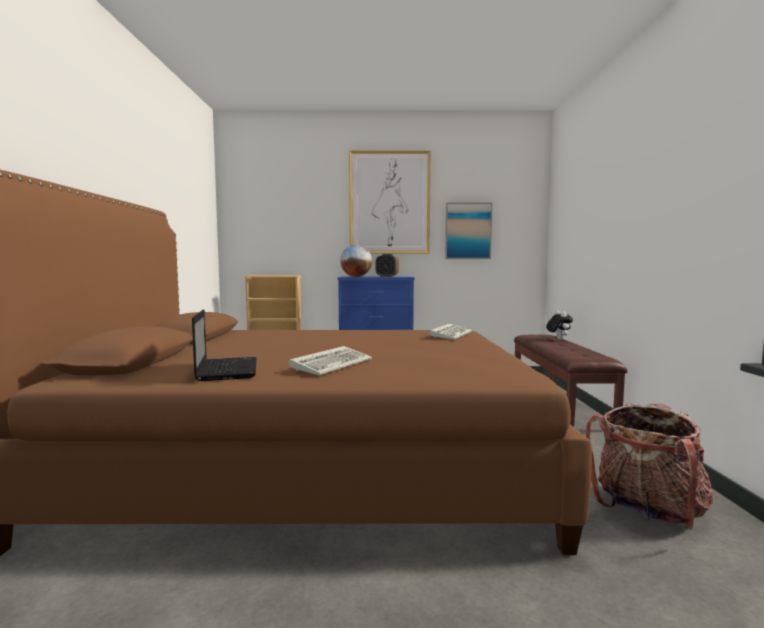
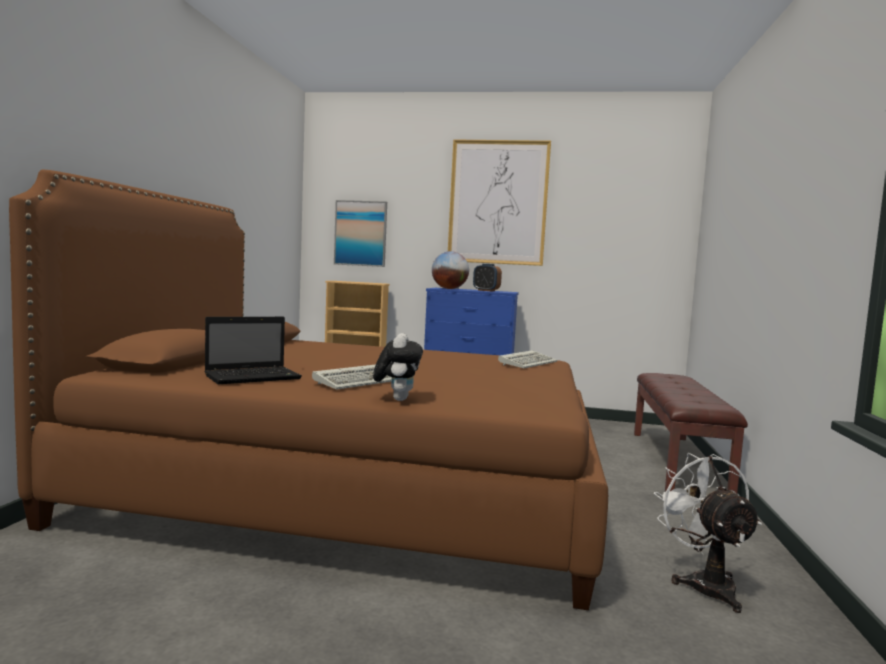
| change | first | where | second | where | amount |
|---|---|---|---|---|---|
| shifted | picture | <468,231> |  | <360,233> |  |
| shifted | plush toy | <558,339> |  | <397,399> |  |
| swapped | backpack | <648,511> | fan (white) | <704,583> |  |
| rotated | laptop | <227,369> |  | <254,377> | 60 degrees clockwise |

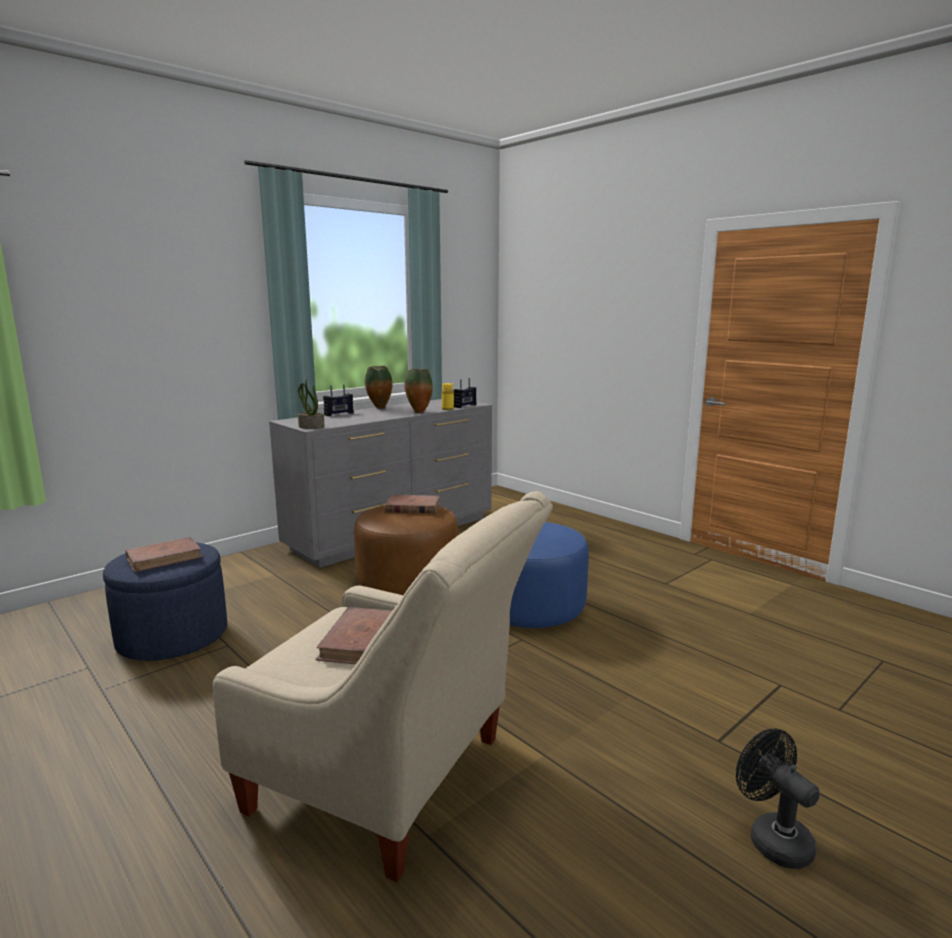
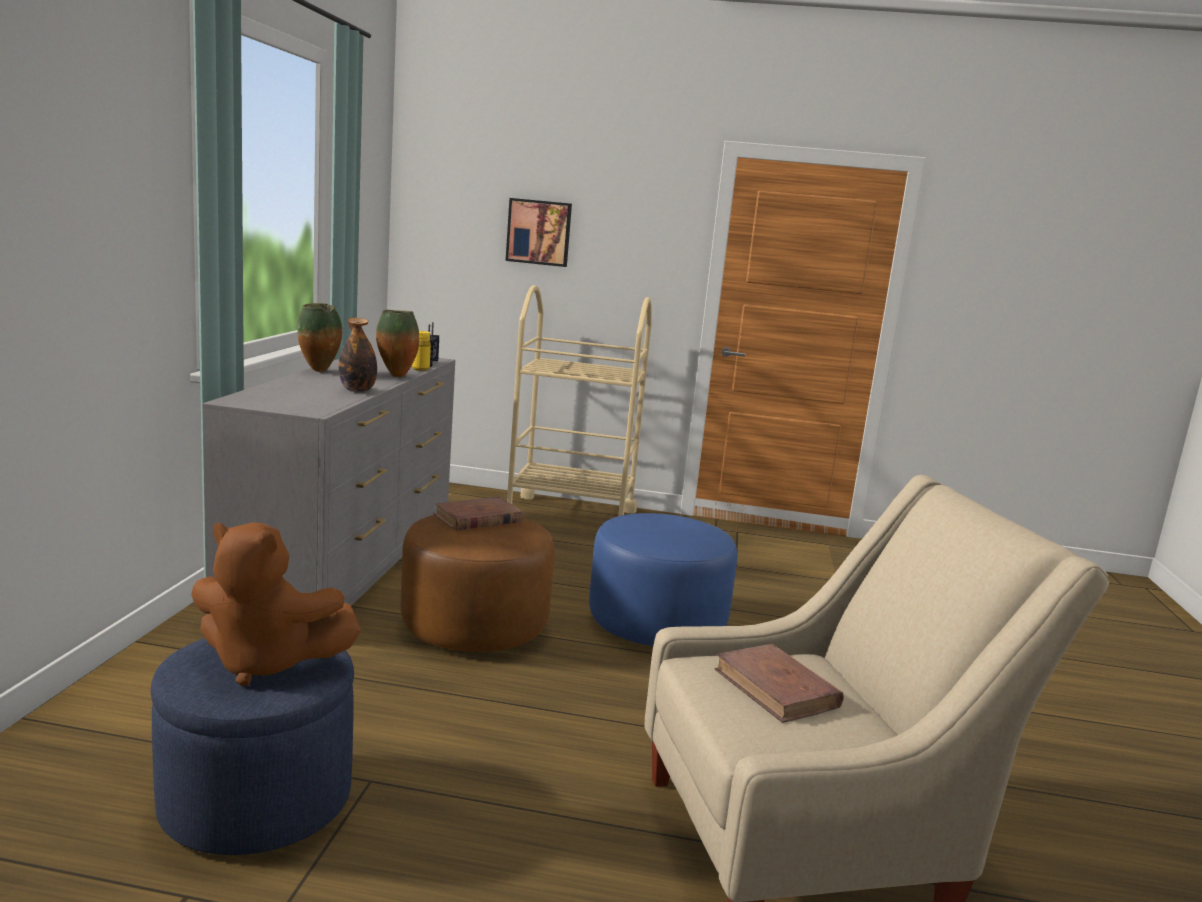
| change | first | where | second | where | amount |
|---|---|---|---|---|---|
| gone | potted plant | <311,427> |  |  |  |
| gone | radio | <339,414> |  |  |  |
| gone | fan (black) | <772,838> |  |  |  |
| new |  |  | bottle | <357,390> |  |
| new |  |  | picture | <539,232> |  |
| new |  |  | cart (beige) | <570,516> |  |
| swapped | book (brown) | <165,558> | plush toy (brown) | <266,663> |  |

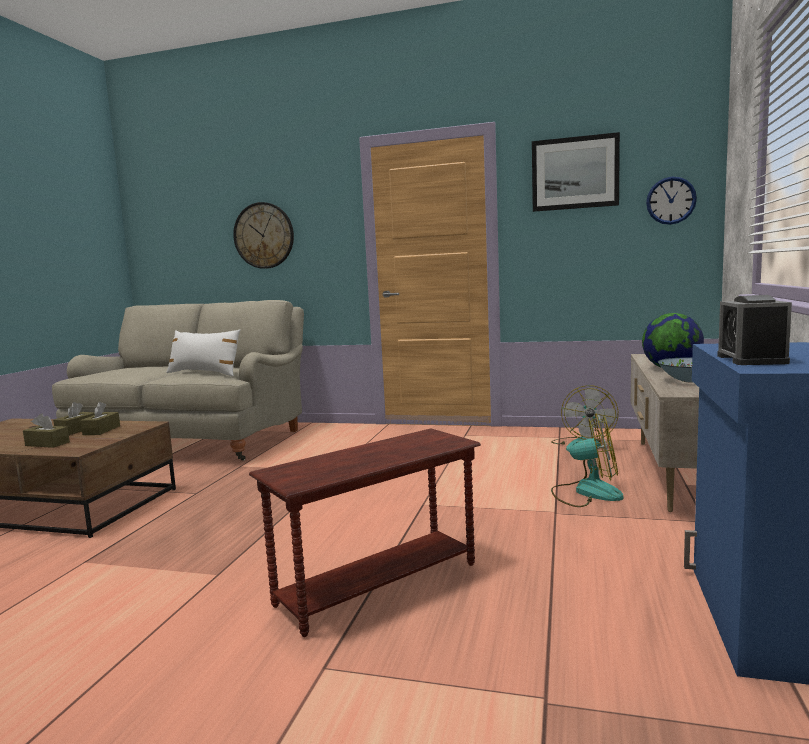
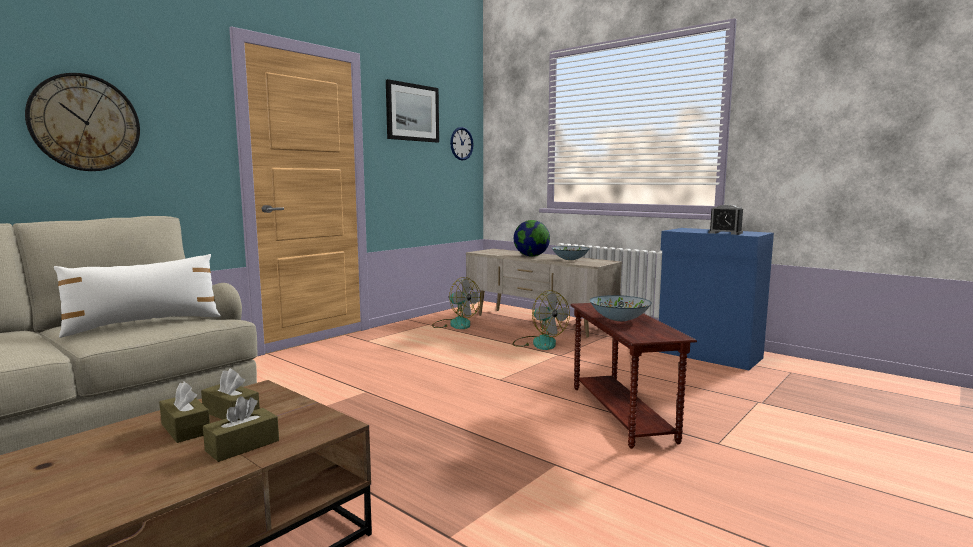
| change | first | where | second | where | amount |
|---|---|---|---|---|---|
| new |  |  | bowl | <619,319> |  |
| rotated | fan | <586,492> |  | <539,343> | 105 degrees clockwise |

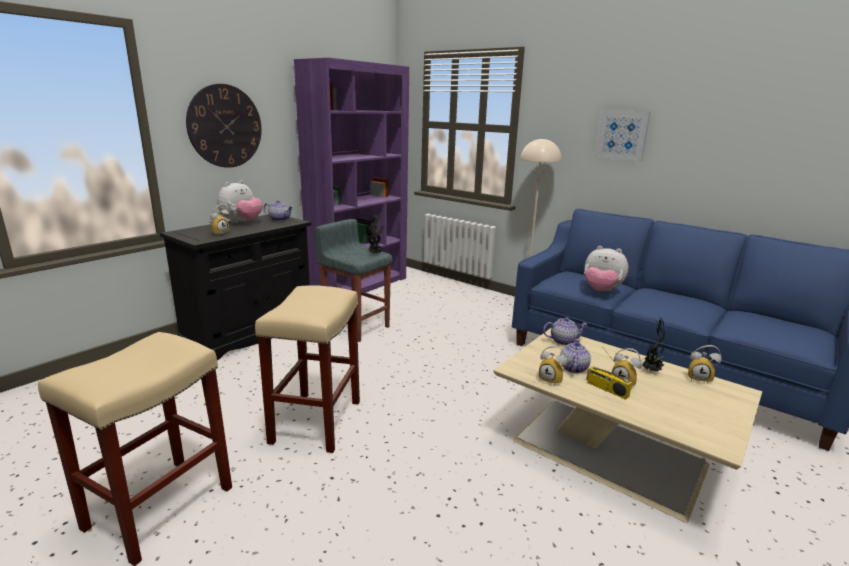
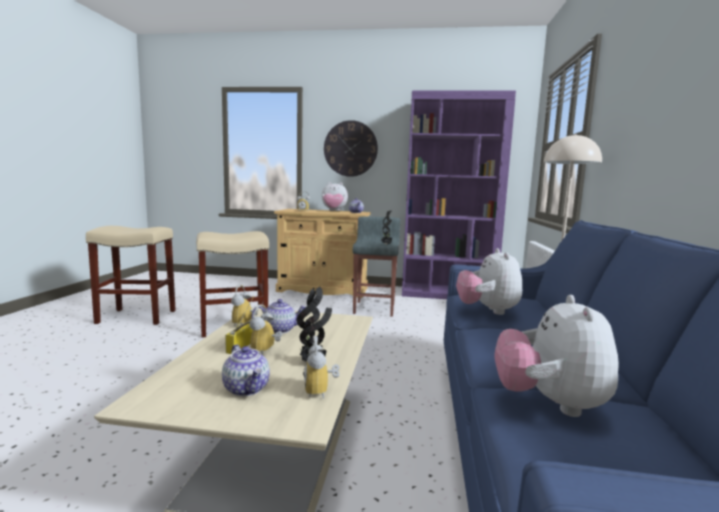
| change | first | where | second | where | amount |
|---|---|---|---|---|---|
| gone | picture | <622,135> |  |  |  |
| new |  |  | plush toy | <549,404> |  |
| shifted | teapot | <563,341> |  | <247,389> |  |
| repainted | cabinet (black) | <250,332> | cabinet (beige) | <323,289> |  |

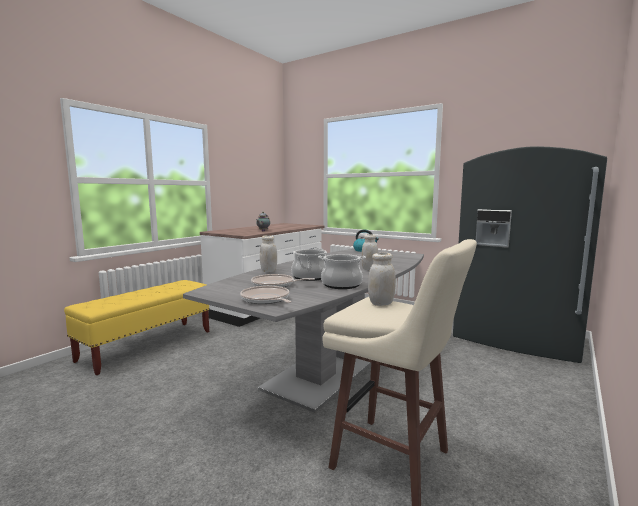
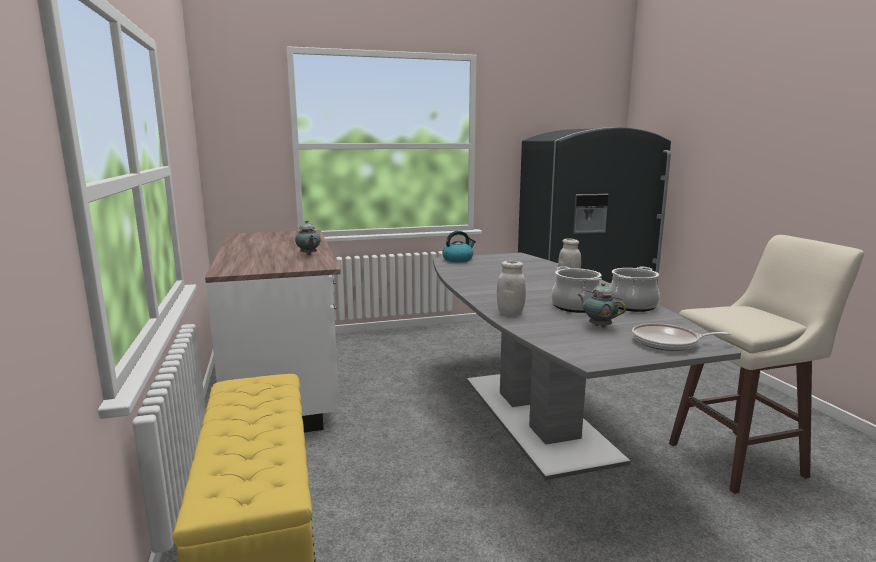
| change | first | where | second | where | amount |
|---|---|---|---|---|---|
| gone | jar (white) | <381,303> |  |  |  |
| swapped | frying pan | <275,285> | teapot | <598,326> |  |

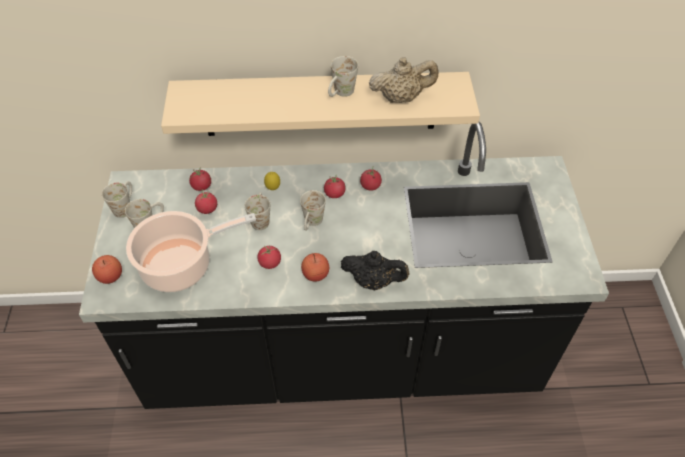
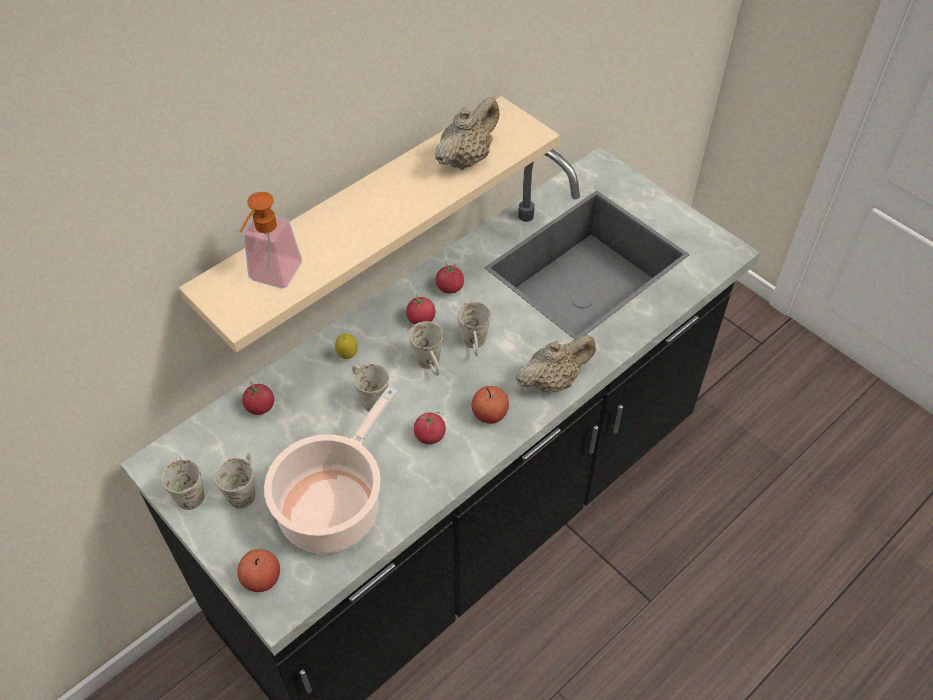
| change | first | where | second | where | amount |
|---|---|---|---|---|---|
| gone | tomato | <207,209> |  |  |  |
| new |  |  | soap dispenser | <271,278> |  |
| shifted | mug (white) | <340,94> |  | <474,345> |  |
| repainted | teapot (black) | <373,281> | teapot (beige) | <553,381> |  |

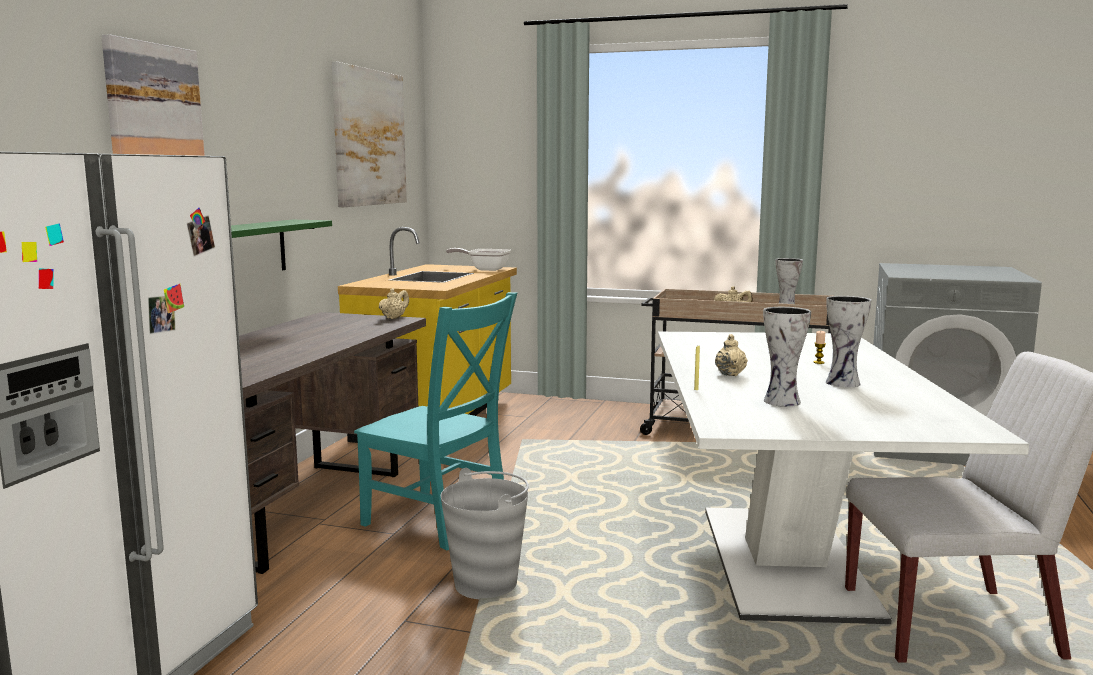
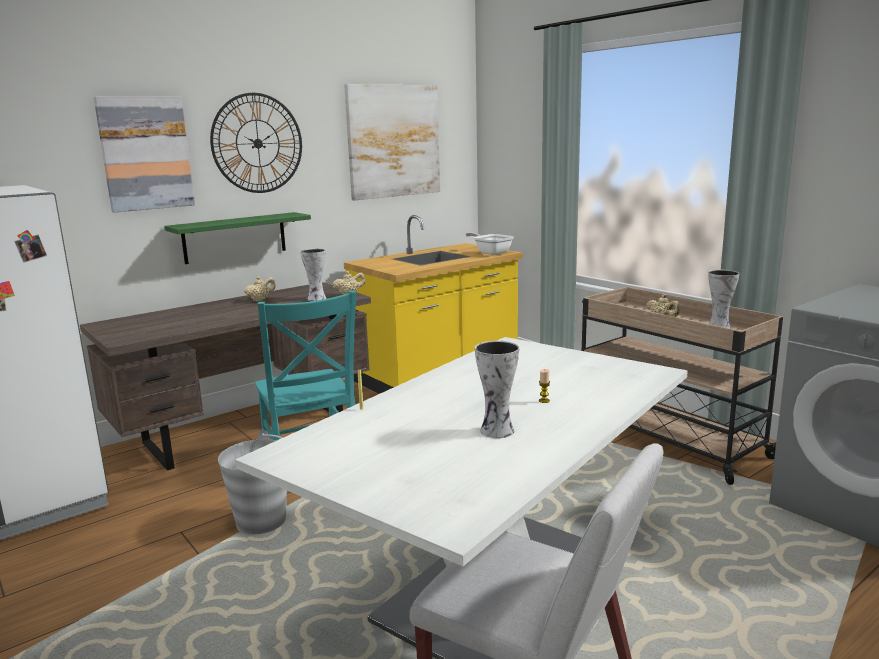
| change | first | where | second | where | amount |
|---|---|---|---|---|---|
| new |  |  | wall clock | <257,143> |  |
| shifted | teapot (beige) | <730,374> |  | <261,300> |  |
| shifted | vase | <782,402> |  | <316,299> |  |

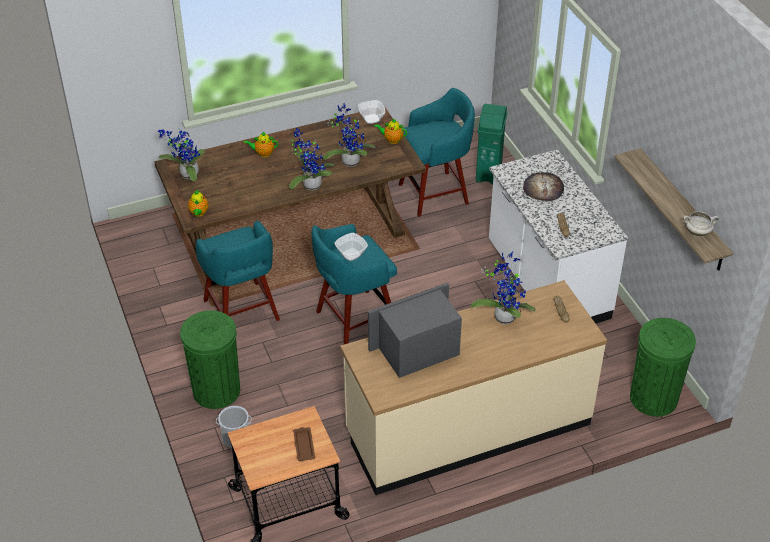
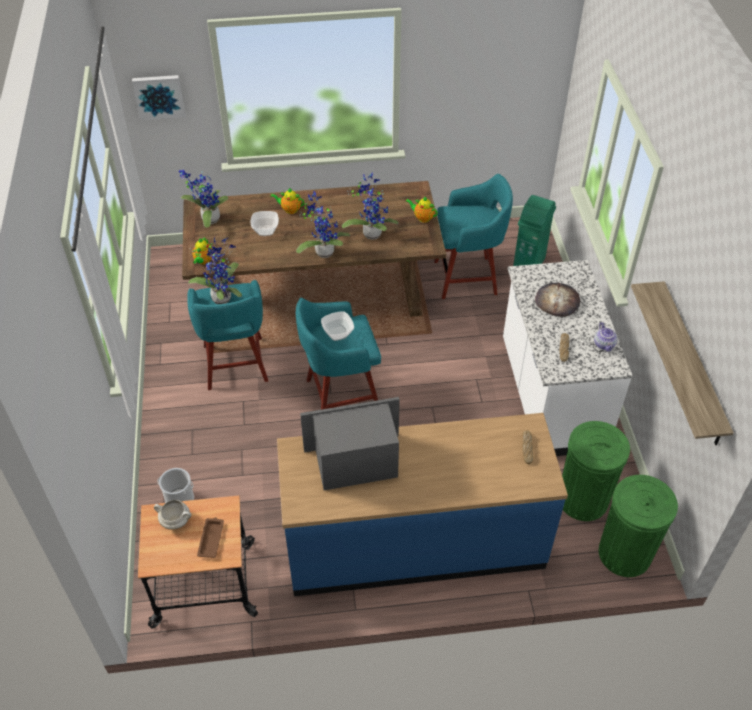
| change | first | where | second | where | amount |
|---|---|---|---|---|---|
| new |  |  | picture | <159,96> |  |
| new |  |  | teapot | <604,345> |  |
| shifted | trash can (green) | <216,390> |  | <582,499> |  |
| shifted | bowl | <371,119> |  | <265,231> |  |
| shifted | potted plant | <504,315> |  | <222,296> |  |
| shifted | cooking pot (white) | <697,232> |  | <176,521> |  |
| repainted | counter (beige) | <467,428> | counter (blue) | <414,542> |  |

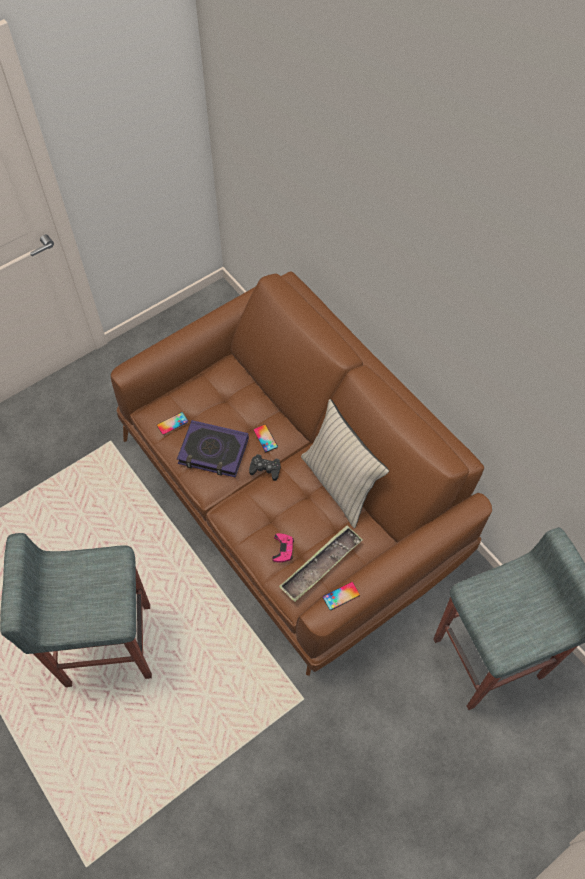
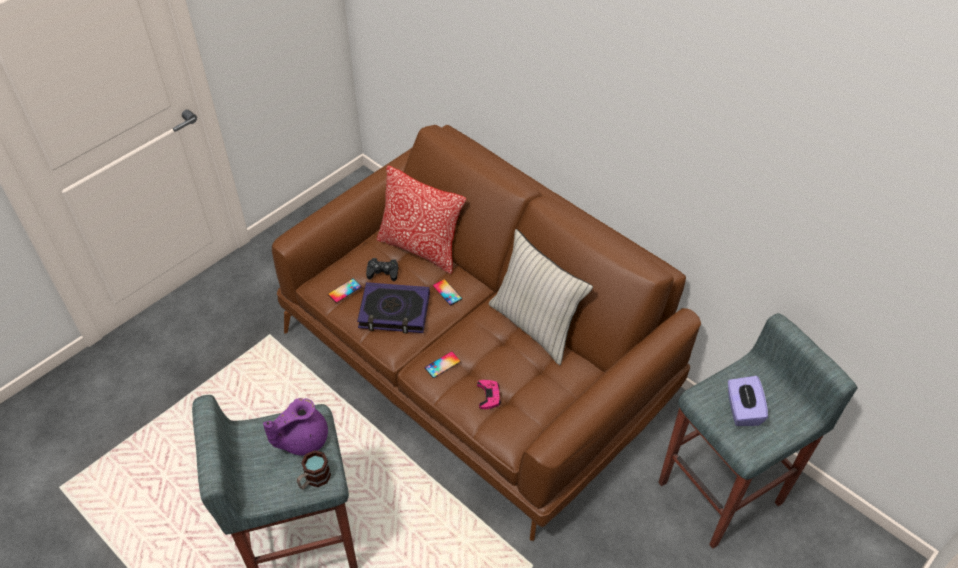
| change | first | where | second | where | amount |
|---|---|---|---|---|---|
| gone | tray | <321,565> |  |  |  |
| new |  |  | teapot (purple) | <302,439> |  |
| new |  |  | mug | <314,479> |  |
| new |  |  | pillow | <420,248> |  |
| new |  |  | tissue box (purple) | <742,410> |  |
| shifted | game controller (black) | <265,469> |  | <383,272> |  |
| shifted | phone | <341,596> |  | <442,365> |  |

